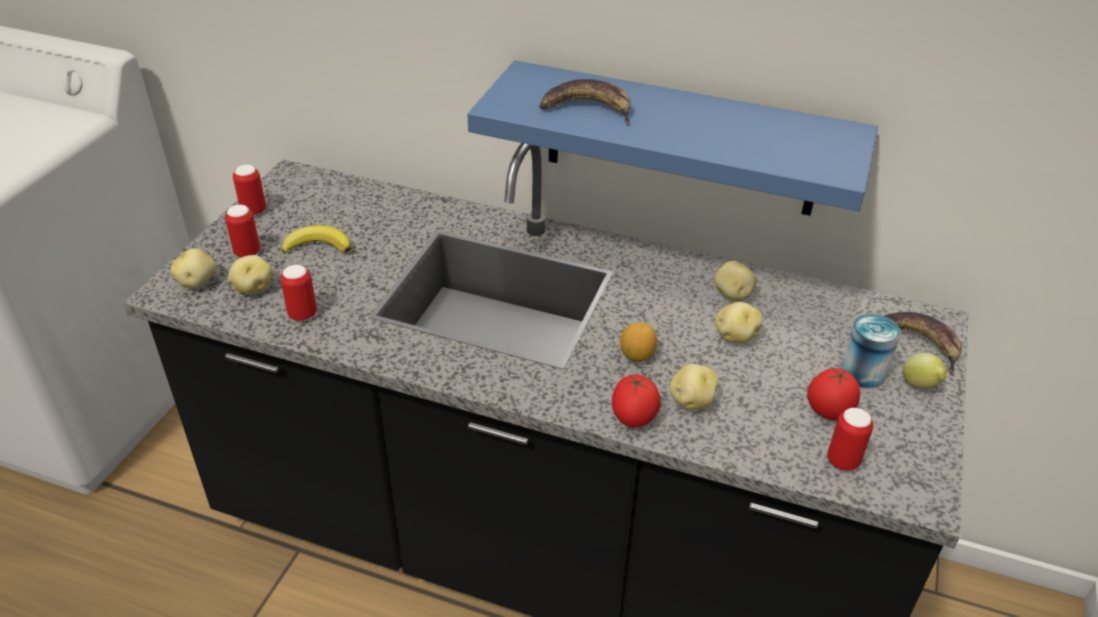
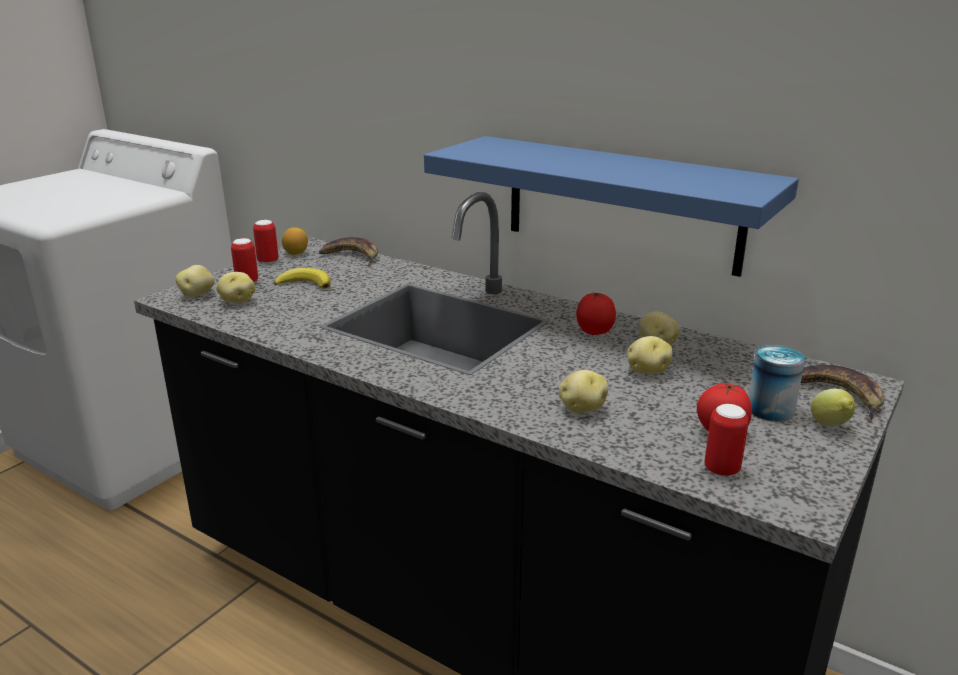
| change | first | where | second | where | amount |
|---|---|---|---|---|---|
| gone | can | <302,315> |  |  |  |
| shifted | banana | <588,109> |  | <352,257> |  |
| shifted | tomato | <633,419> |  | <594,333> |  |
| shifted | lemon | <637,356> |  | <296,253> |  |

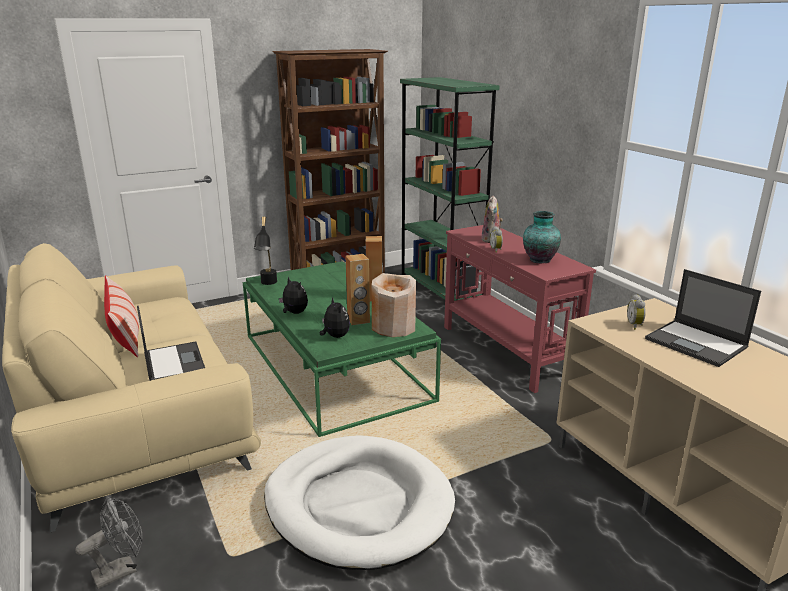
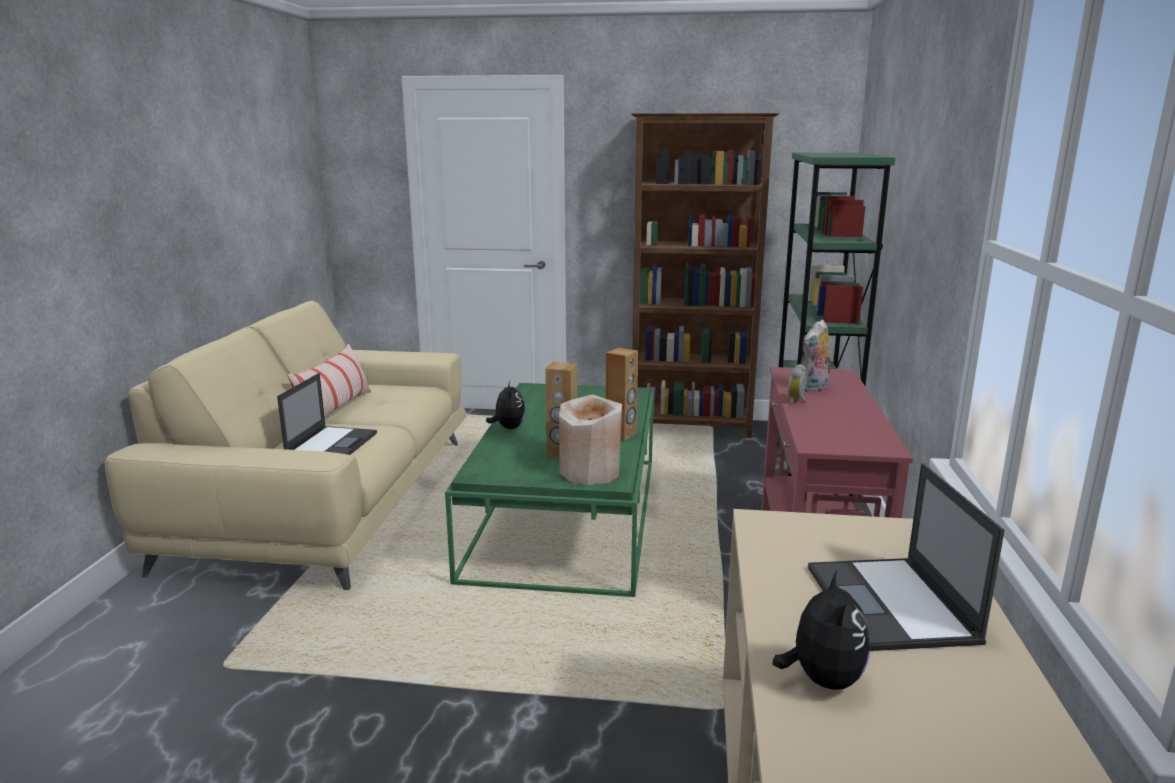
| change | first | where | second | where | amount |
|---|---|---|---|---|---|
| gone | fan (grey) | <121,570> |  |  |  |
| gone | table lamp (black) | <268,284> |  |  |  |
| gone | dog bed (white) | <358,505> |  |  |  |
| gone | vase | <539,260> |  |  |  |
| gone | alarm clock | <635,325> |  |  |  |
| shifted | plush toy | <335,336> |  | <822,679> |  |

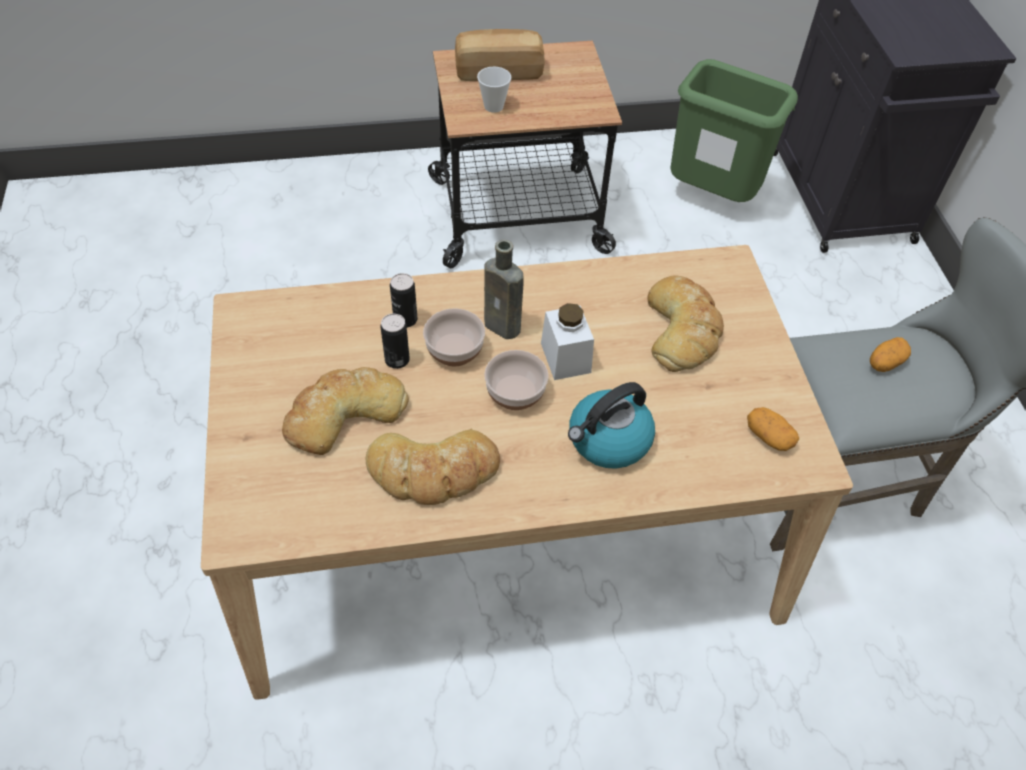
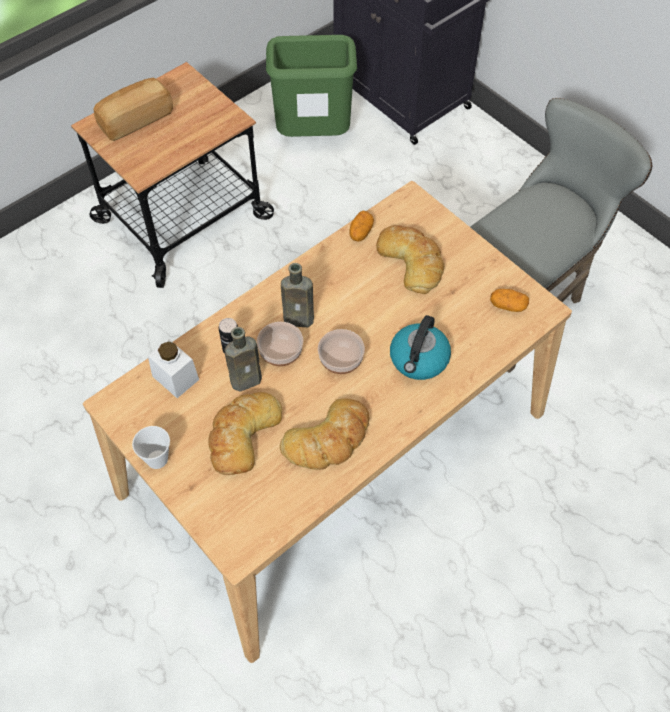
| change | first | where | second | where | amount |
|---|---|---|---|---|---|
| shifted | cup | <493,106> |  | <157,459> |  |
| shifted | jar (white) | <565,358> |  | <175,378> |  |
| shifted | potato | <885,362> |  | <360,232> |  |
| swapped | can | <397,360> | bottle (brown) | <248,380> |  |

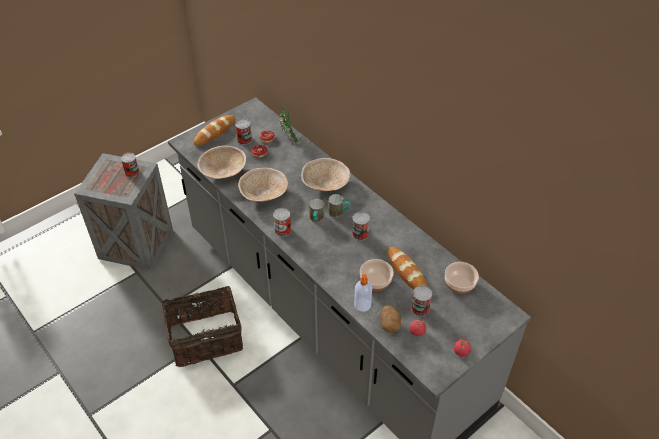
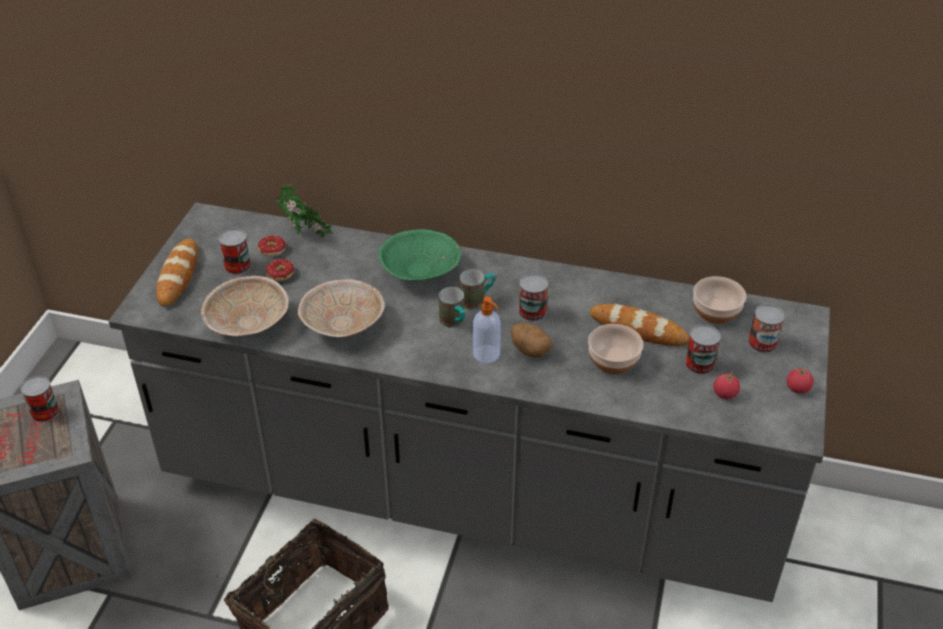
| change | first | where | second | where | amount |
|---|---|---|---|---|---|
| shifted | can | <282,230> |  | <762,343> |  |
| shifted | soap dispenser | <362,305> |  | <487,354> |  |
| shifted | potato | <389,324> |  | <530,350> |  |
| repainted | bowl (beige) | <326,184> | bowl (green) | <421,271> |  |

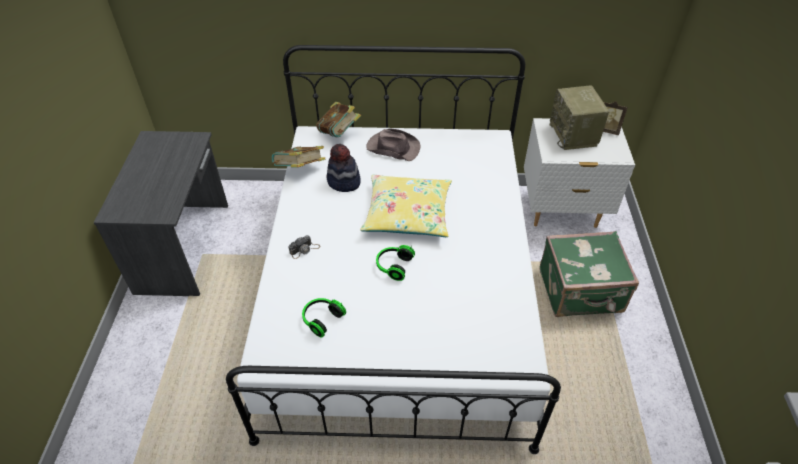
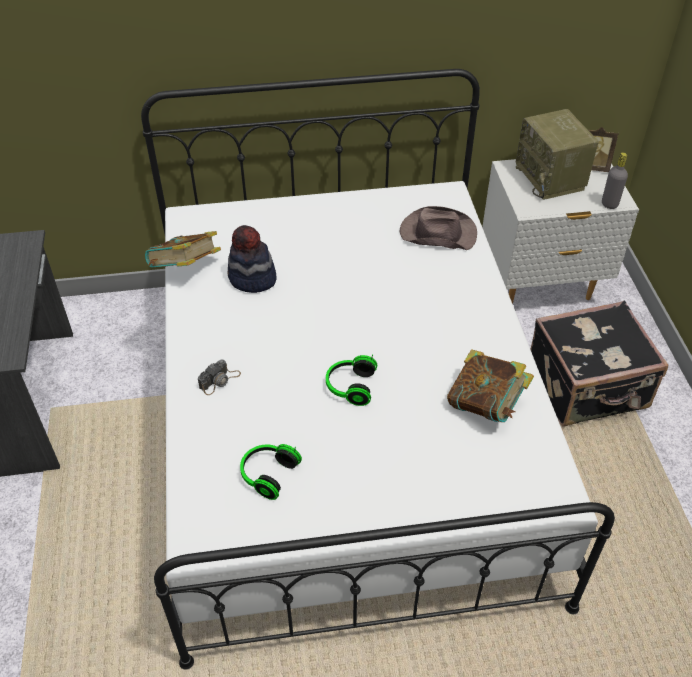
| change | first | where | second | where | amount |
|---|---|---|---|---|---|
| gone | pillow (yellow) | <407,213> |  |  |  |
| new |  |  | bottle (grey) | <609,204> |  |
| shifted | book | <339,133> |  | <486,405> |  |
| shifted | hat (brown) | <392,147> |  | <437,233> |  |
| repainted | suitcase (green) | <580,292> | suitcase (black) | <587,388> |  |

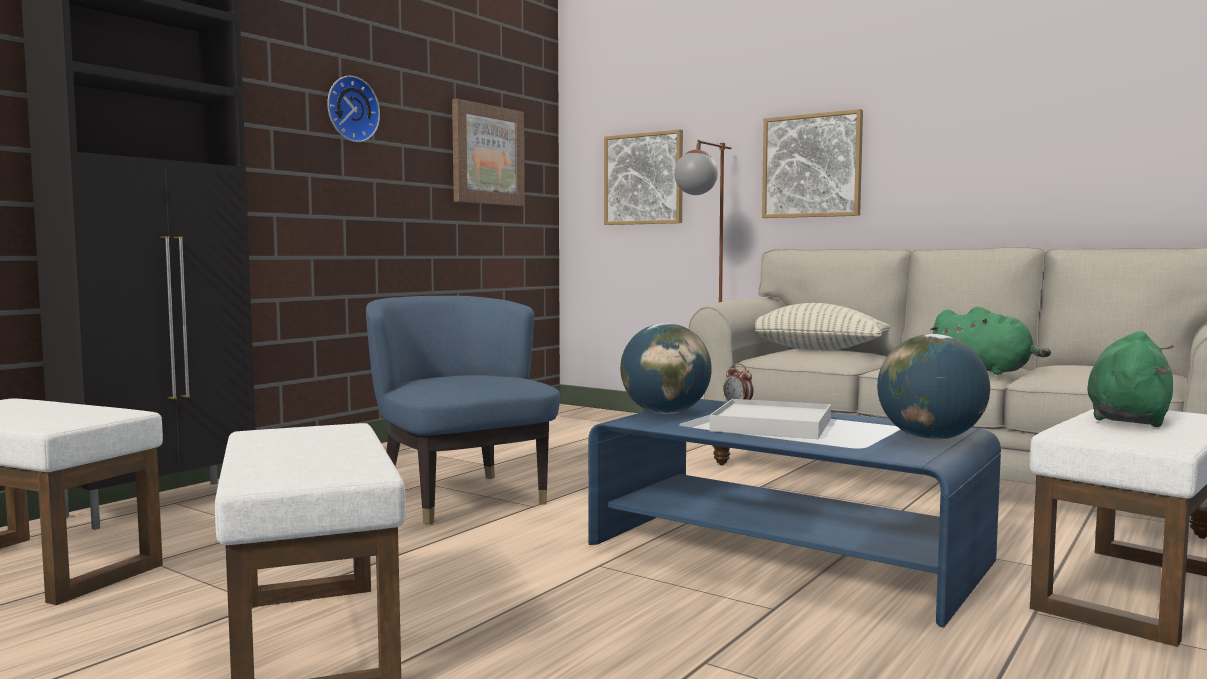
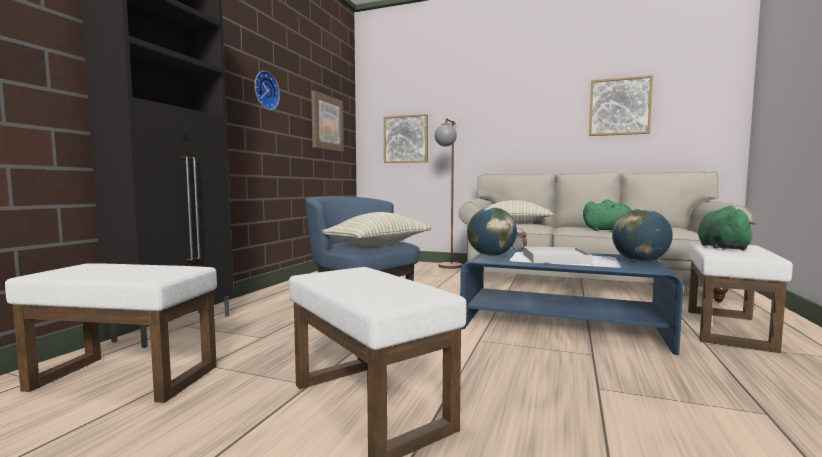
| change | first | where | second | where | amount |
|---|---|---|---|---|---|
| new |  |  | pillow | <379,244> |  |
| shifted | picture | <812,166> |  | <619,107> |  |

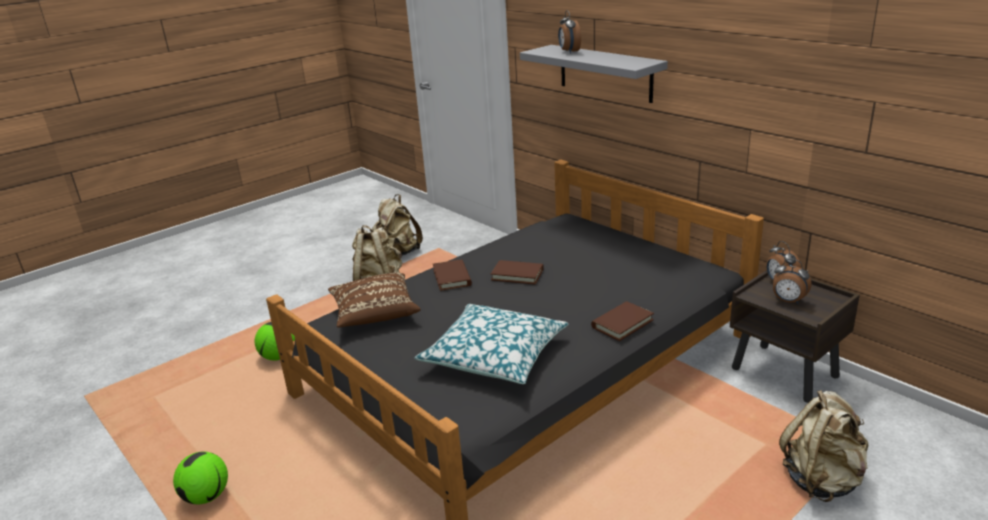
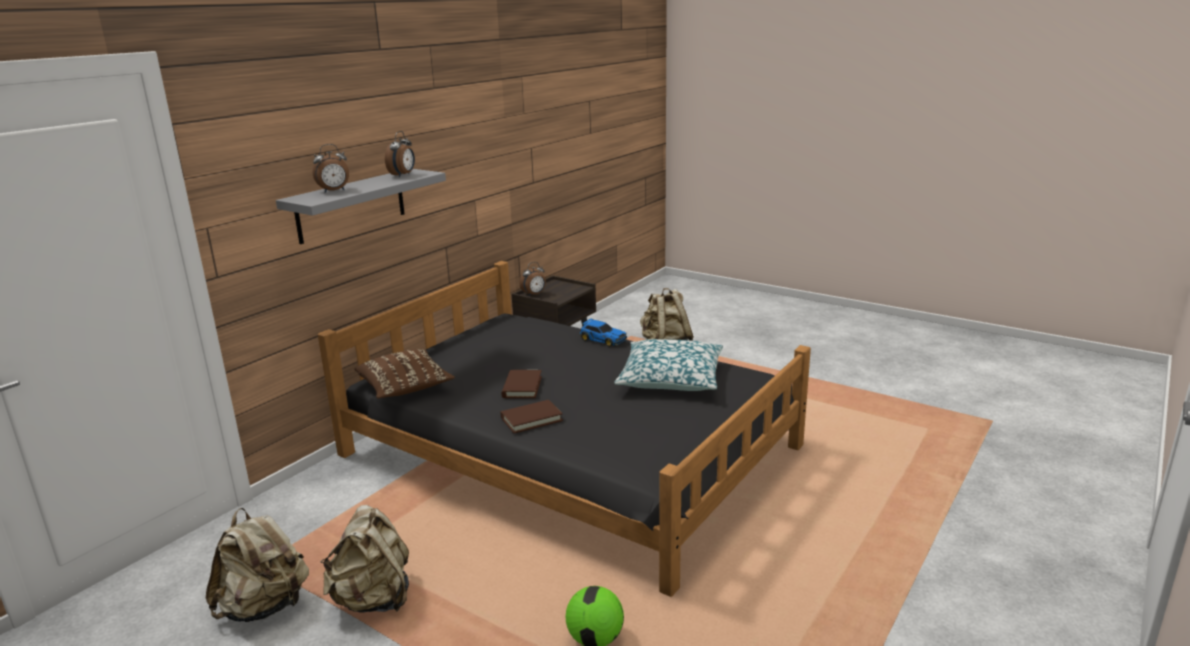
| change | first | where | second | where | amount |
|---|---|---|---|---|---|
| gone | football | <207,496> |  |  |  |
| shifted | pillow (brown) | <375,313> |  | <405,388> |  |
| shifted | alarm clock | <788,301> |  | <403,175> |  |
| swapped | book (brown) | <622,323> | toy car | <602,339> |  |

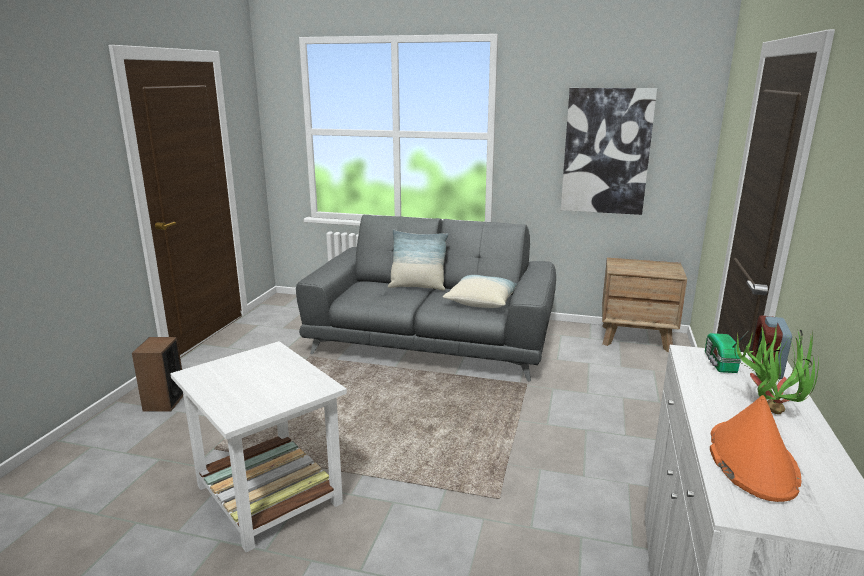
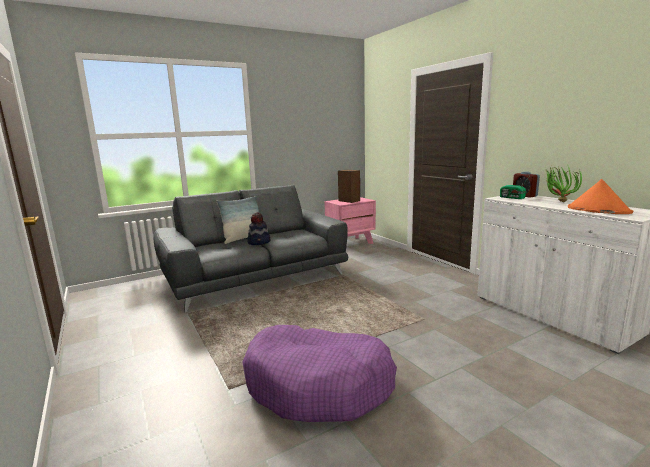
| change | first | where | second | where | amount |
|---|---|---|---|---|---|
| gone | pillow | <482,301> |  |  |  |
| gone | picture | <606,151> |  |  |  |
| new |  |  | hat | <259,242> |  |
| shifted | speaker | <164,402> |  | <349,201> |  |
| swapped | side table (white) | <267,493> | dog bed (purple) | <319,385> |  |
| repainted | nightstand (brown) | <636,338> | nightstand (pink) | <350,243> |  |

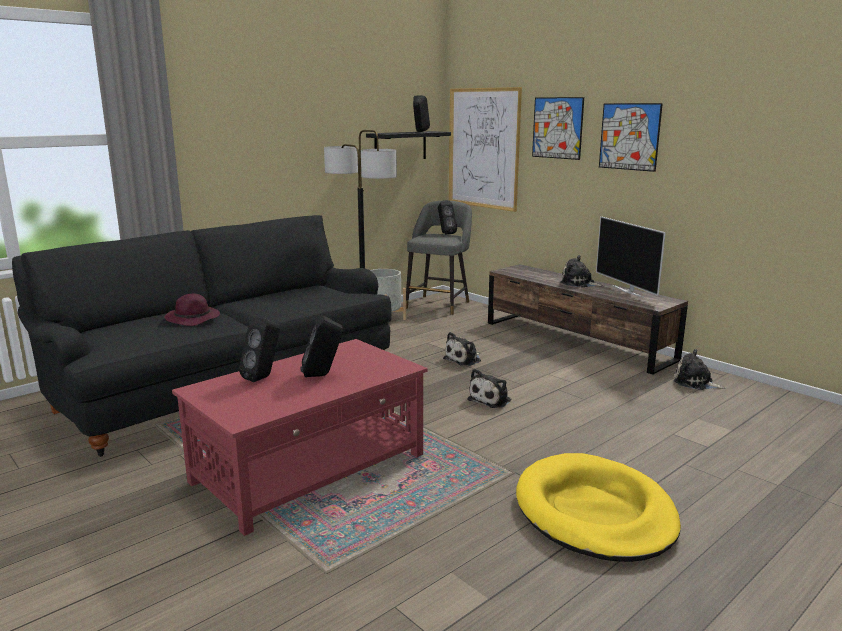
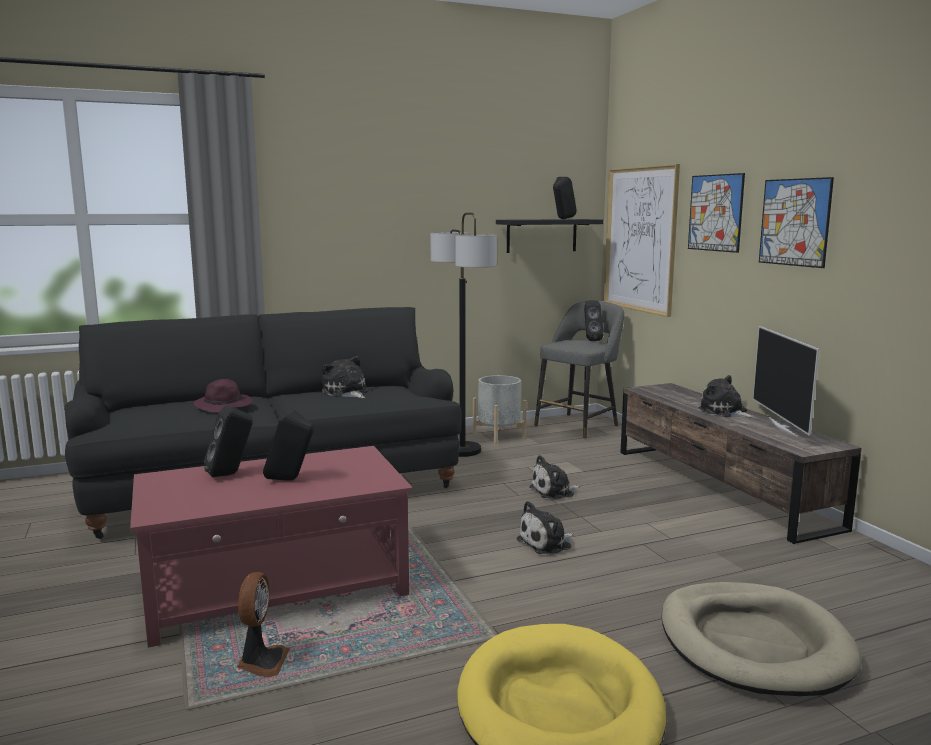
| change | first | where | second | where | amount |
|---|---|---|---|---|---|
| new |  |  | fan | <261,662> |  |
| new |  |  | dog bed (beige) | <753,644> |  |
| shifted | plush toy | <695,383> |  | <346,392> |  |

